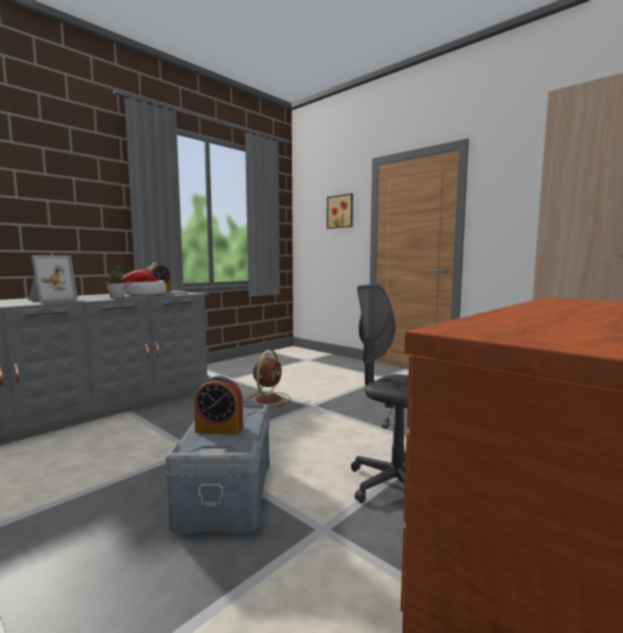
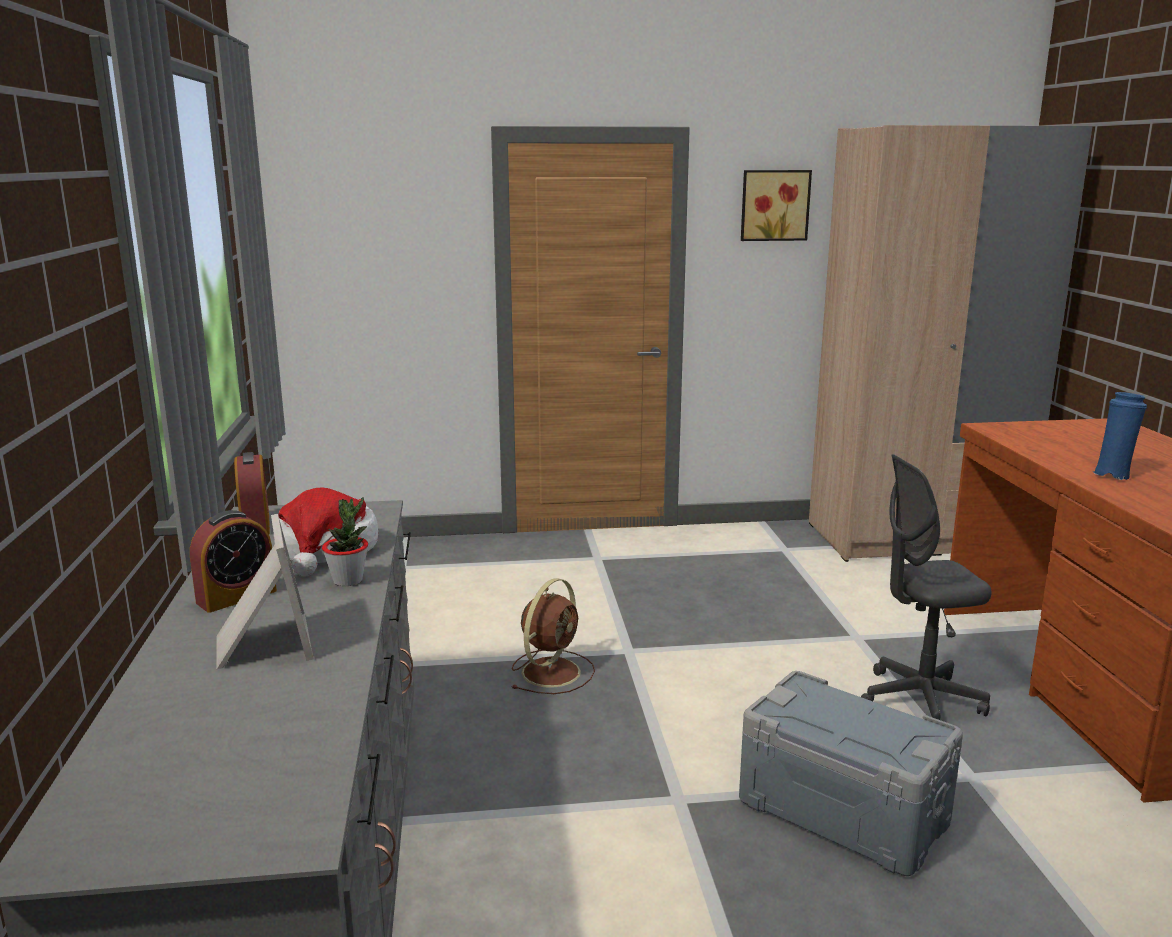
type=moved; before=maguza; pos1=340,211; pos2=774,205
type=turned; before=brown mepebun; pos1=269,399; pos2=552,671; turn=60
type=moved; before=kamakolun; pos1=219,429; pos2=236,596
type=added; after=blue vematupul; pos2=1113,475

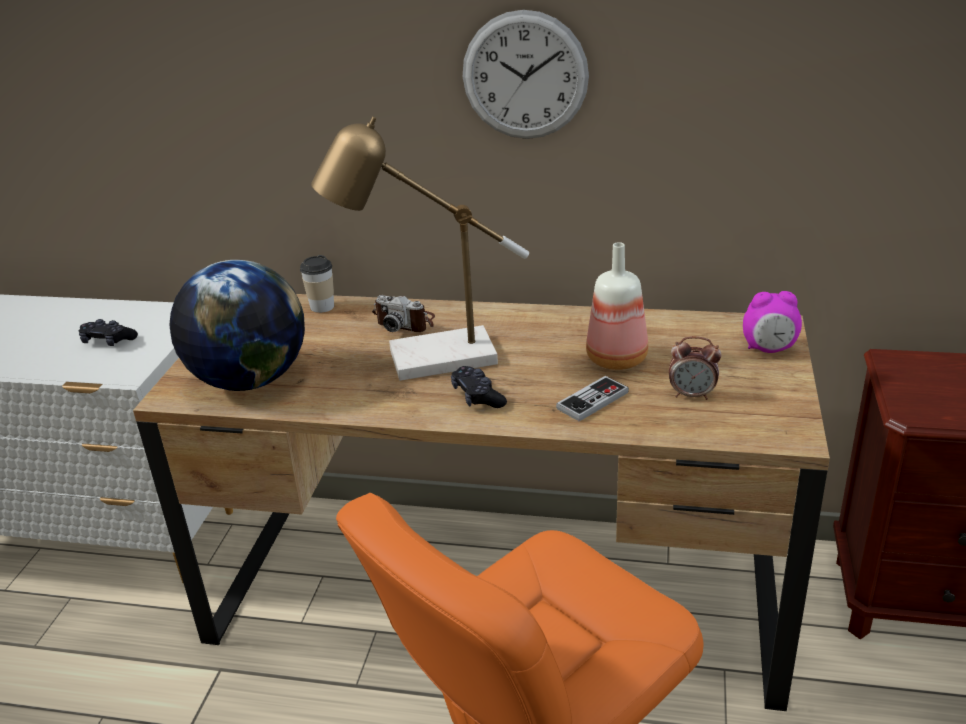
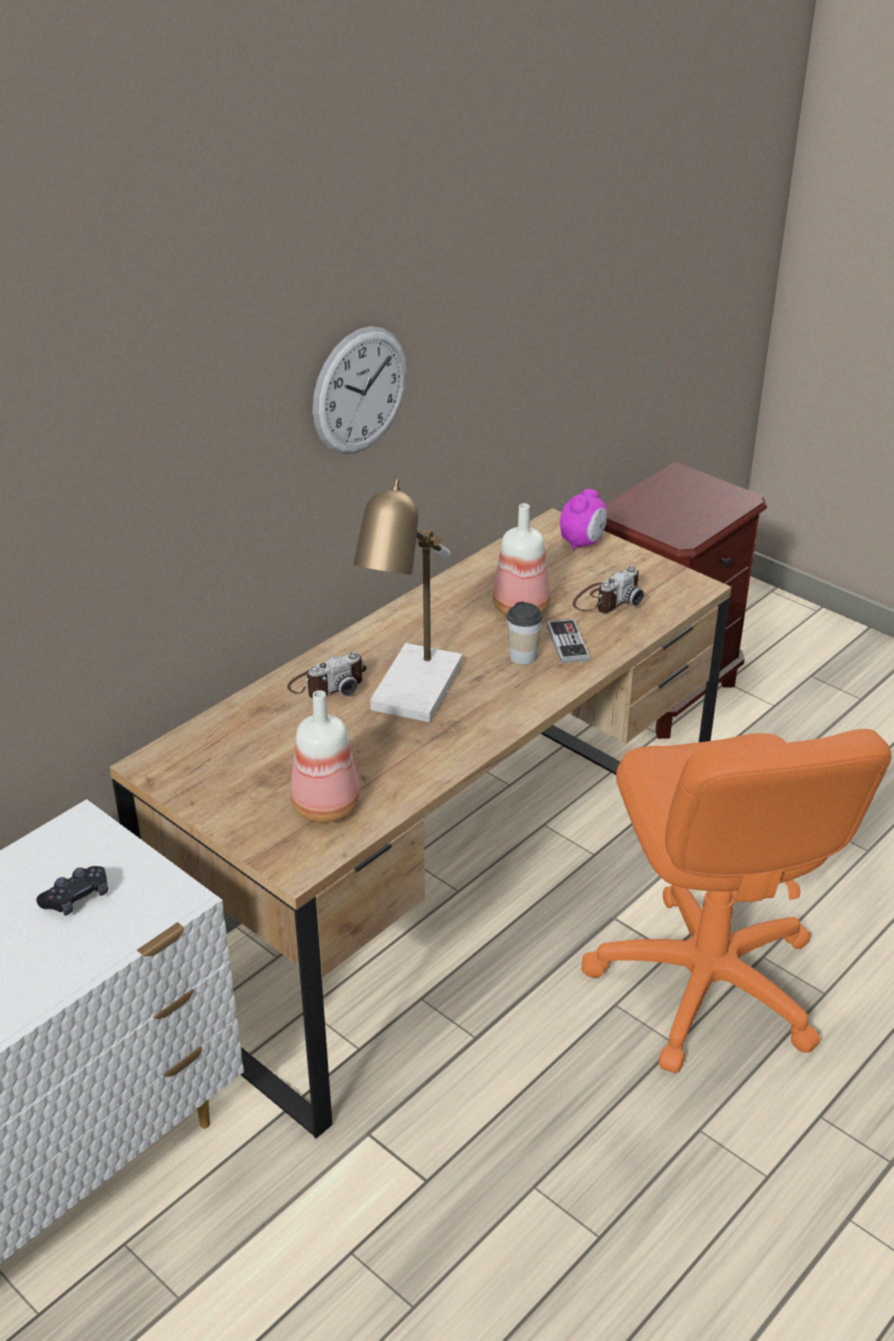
type=moved; before=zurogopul; pos1=322,307; pos2=523,656
type=replaced; before=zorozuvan; after=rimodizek; pos1=249,380; pos2=325,808
type=replaced; before=kamakolun; after=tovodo; pos1=692,395; pos2=606,600
type=removed; before=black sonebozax; pos1=477,396

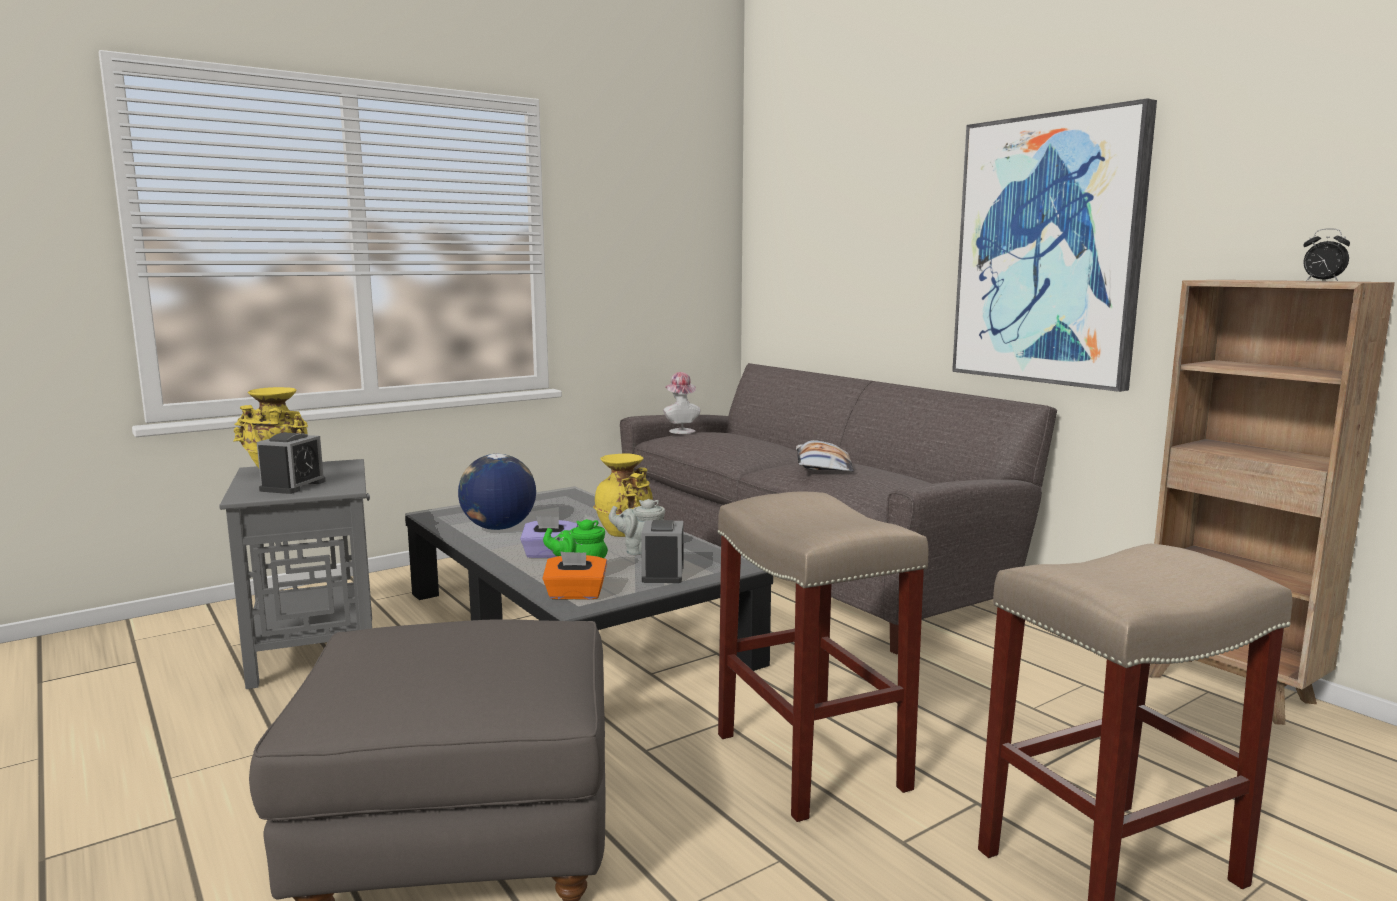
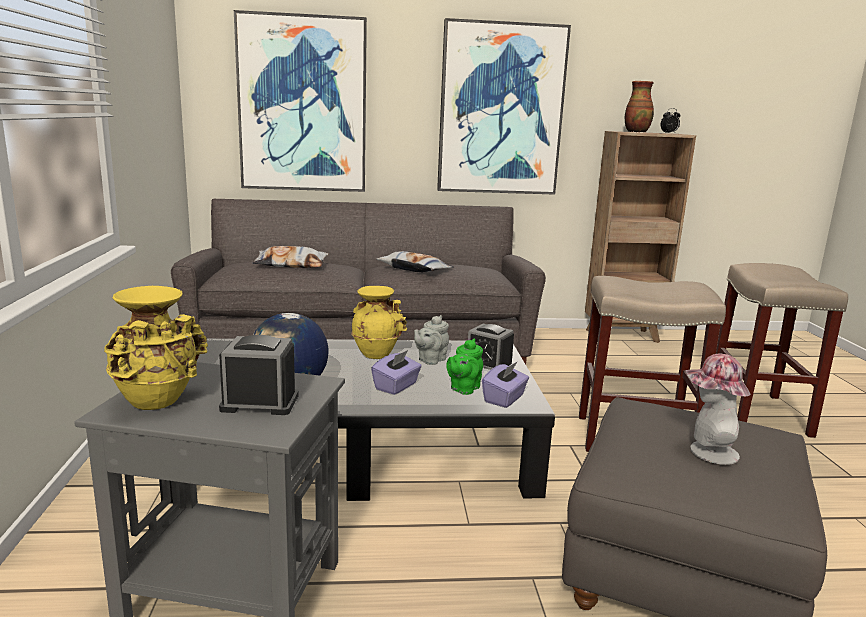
type=moved; before=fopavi; pos1=680,430; pos2=707,452
type=turned; before=kamakolun; pos1=293,486; pos2=260,403; turn=-45
type=recoloured; before=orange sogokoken; after=purple sogokoken; pos1=575,595; pos2=504,399
type=added; after=maguza; pos2=303,105
type=added; after=vematupul; pos2=636,132
type=added; after=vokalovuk; pos2=291,264

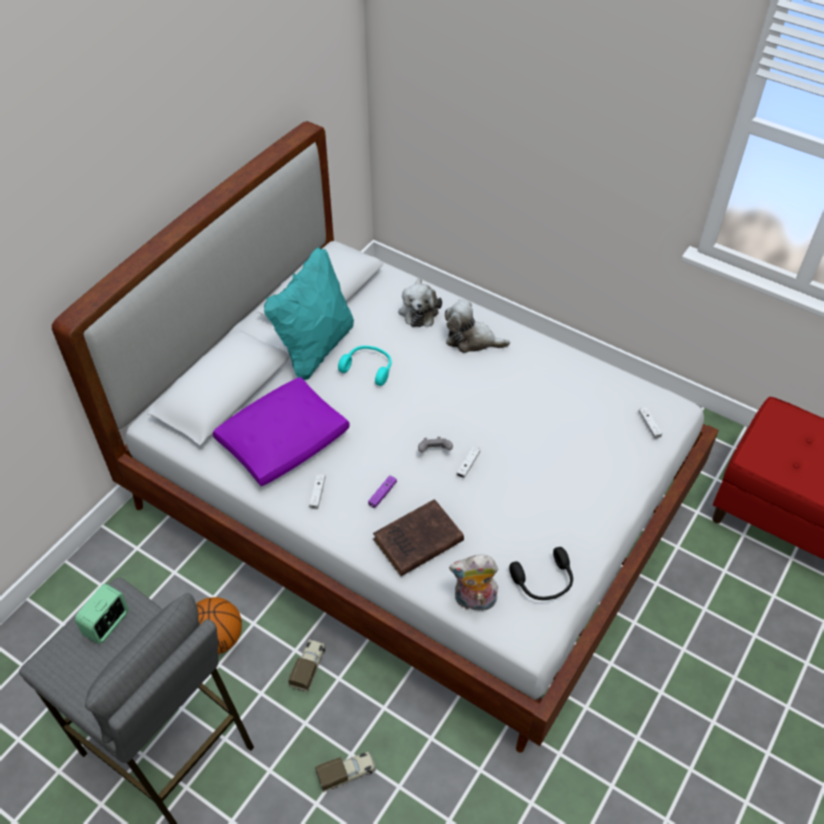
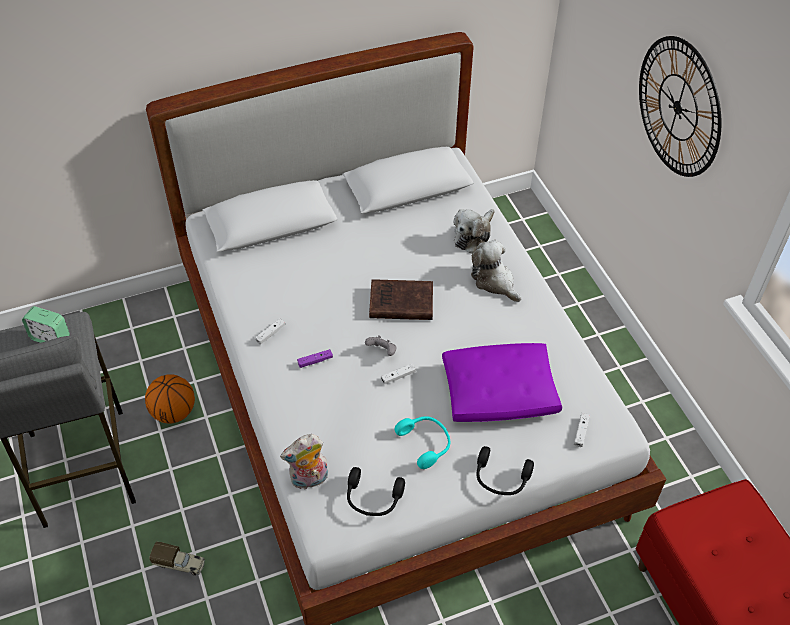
type=removed; before=turquoise vokalovuk; pos1=315,348
type=moved; before=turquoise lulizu; pos1=368,368; pos2=425,443
type=moved; before=purple vokalovuk; pos1=284,440; pos2=500,392
type=moved; before=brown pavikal; pos1=416,541; pos2=399,303
type=turned; before=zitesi; pos1=474,601; pos2=309,480; turn=-60
type=turned; before=kamakolun; pos1=107,624; pos2=50,338; turn=-135
type=removed; before=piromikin; pos1=309,667
type=added; after=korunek; pos2=678,107
type=added; after=black lulizu; pos2=501,478

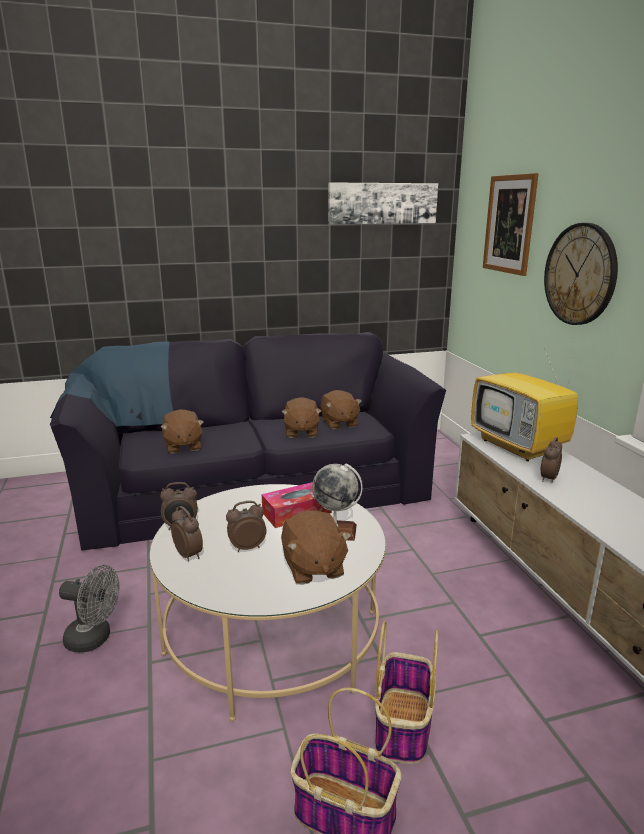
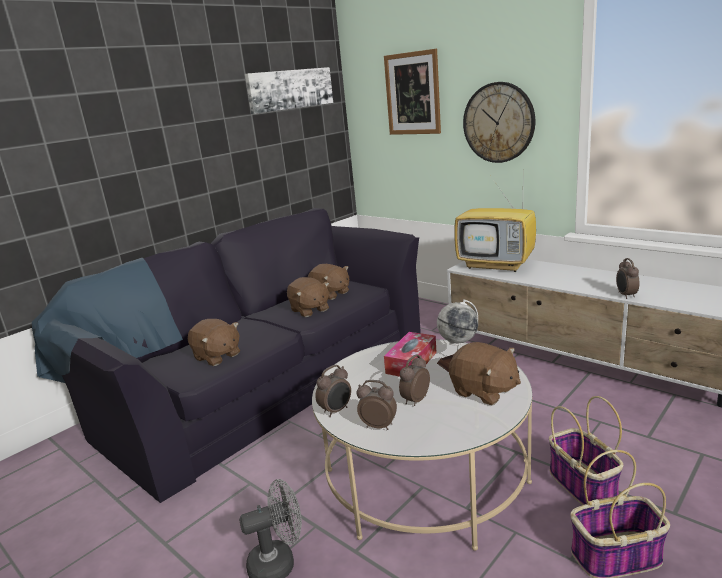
type=moved; before=kamakolun; pos1=548,479; pos2=625,295

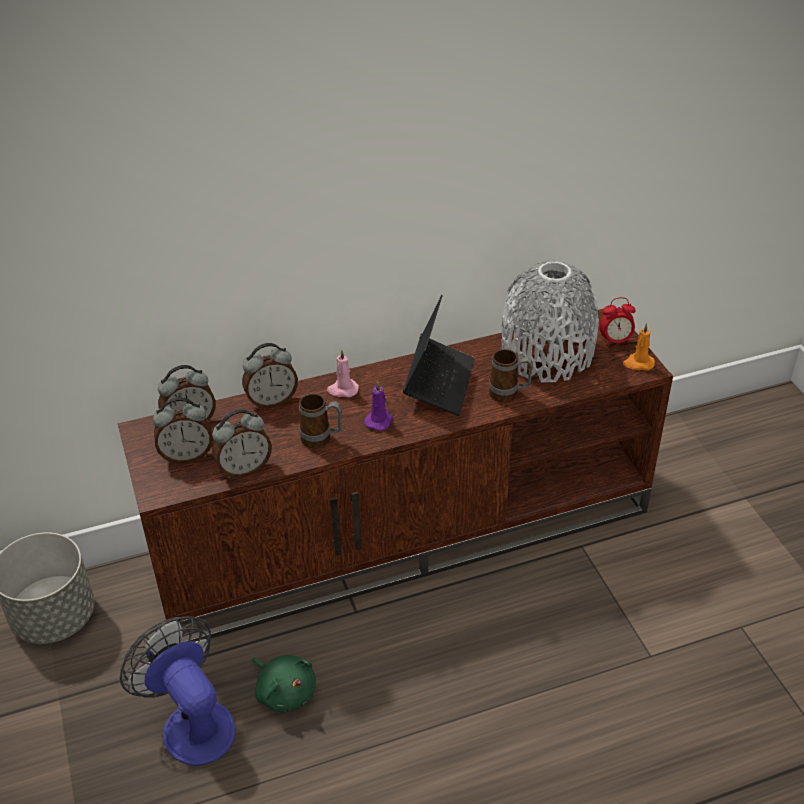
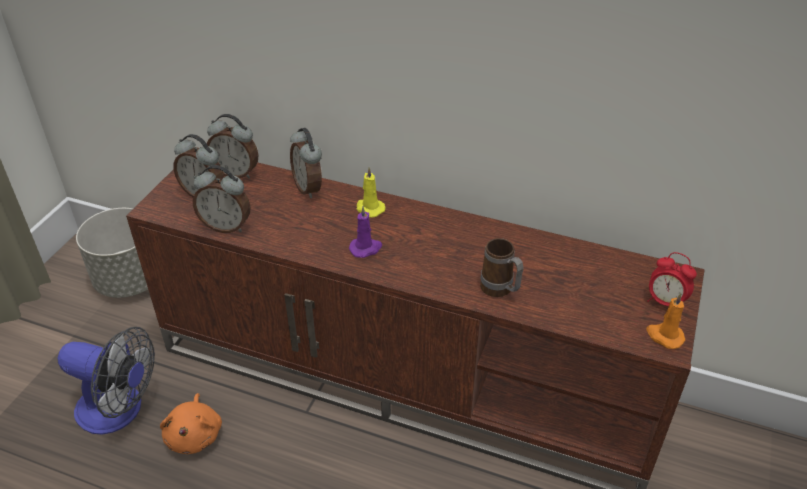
type=removed; before=grey vematupul; pos1=547,354
type=removed; before=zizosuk; pos1=439,383
type=turned; before=kamakolun; pos1=272,401; pos2=309,188; turn=45
type=recoloured; before=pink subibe; after=yellow subibe; pos1=342,390; pos2=369,208
type=removed; before=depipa; pos1=322,440
type=turned; before=mepebun; pos1=192,722; pos2=119,411; turn=105
type=recoloured; before=green zitesi; after=orange zitesi; pos1=284,691; pos2=195,435

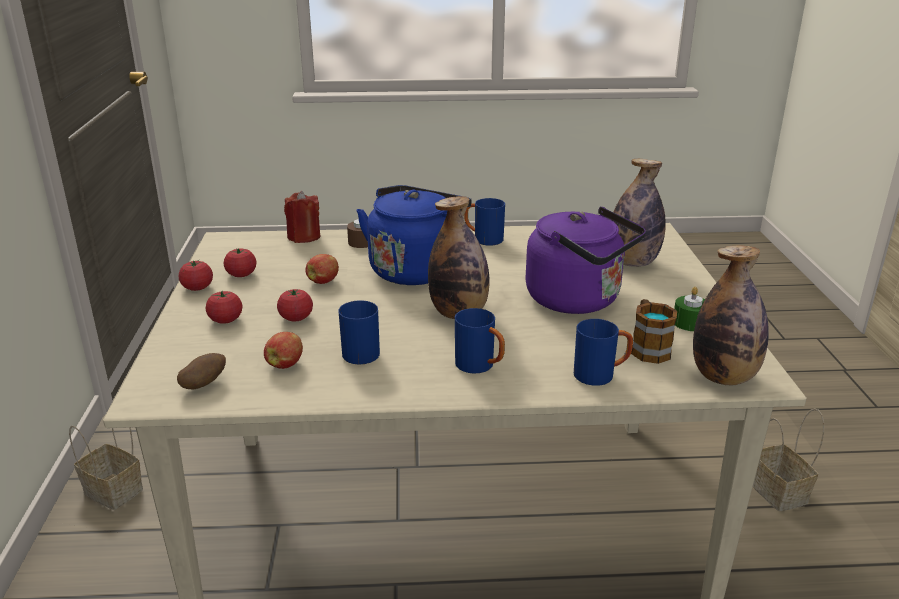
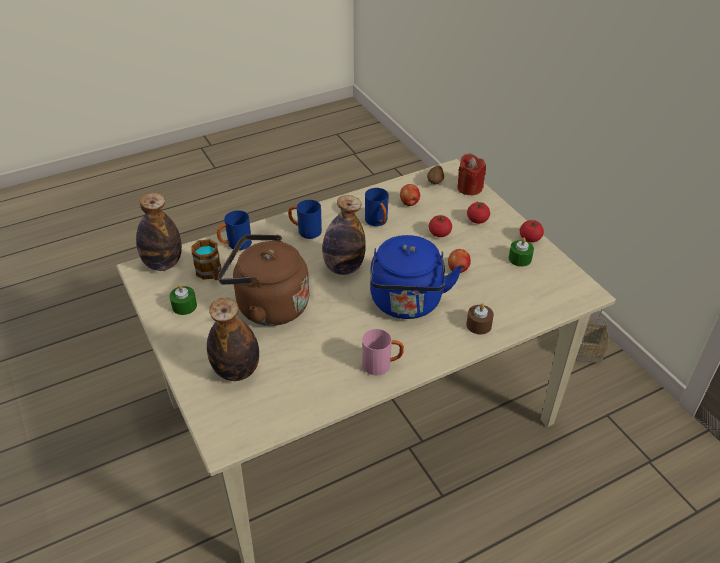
type=moved; before=red subibe; pos1=304,237; pos2=469,188
type=recoloured; before=blue depipa; after=pink depipa; pos1=483,239; pos2=382,365
type=recoloured; before=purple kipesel; after=brown kipesel; pos1=578,300; pos2=268,306
type=replaced; before=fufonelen; after=green subibe; pos1=241,274; pos2=520,259
type=removed; before=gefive; pos1=780,493

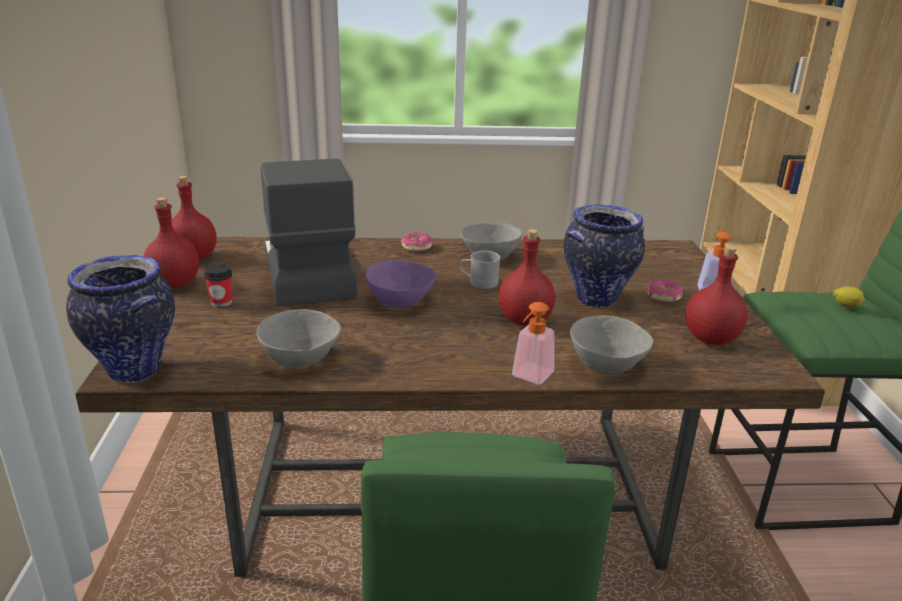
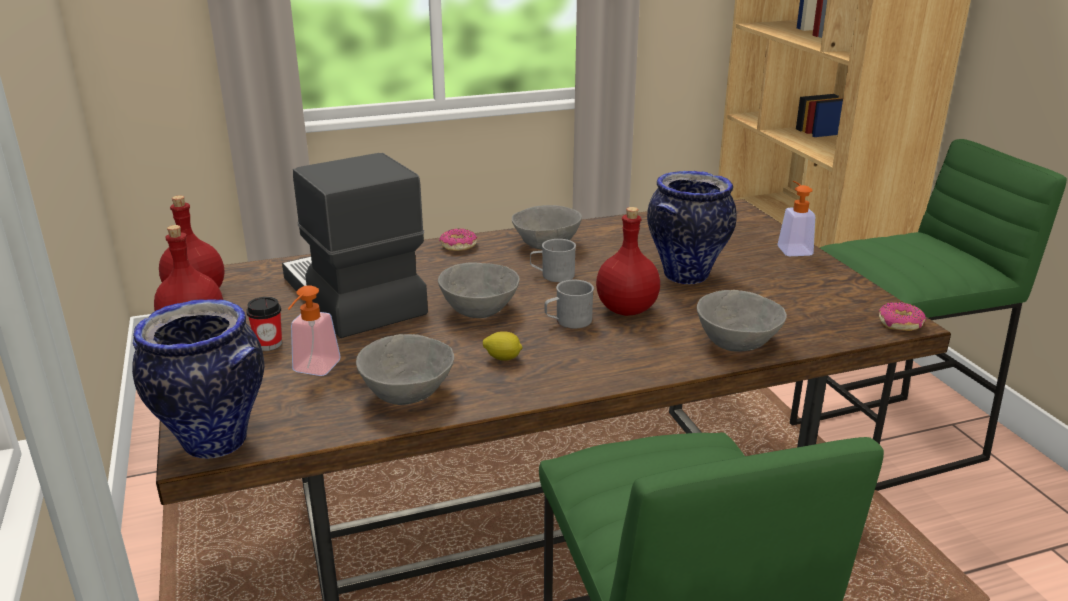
type=removed; before=red rimodizek; pos1=711,339
type=recoloured; before=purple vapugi; after=grey vapugi; pos1=400,301; pos2=480,310
type=moved; before=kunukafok; pos1=664,296; pos2=900,323
type=moved; before=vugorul; pos1=845,306; pos2=503,358
type=moved; before=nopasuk; pos1=529,378; pos2=313,370
type=added; after=grey depipa; pos2=568,321

